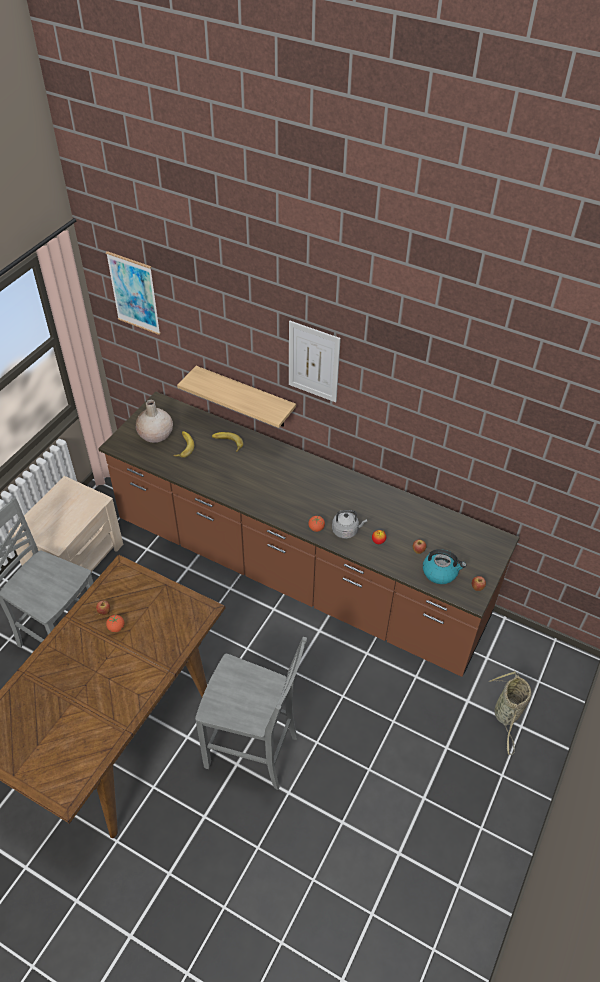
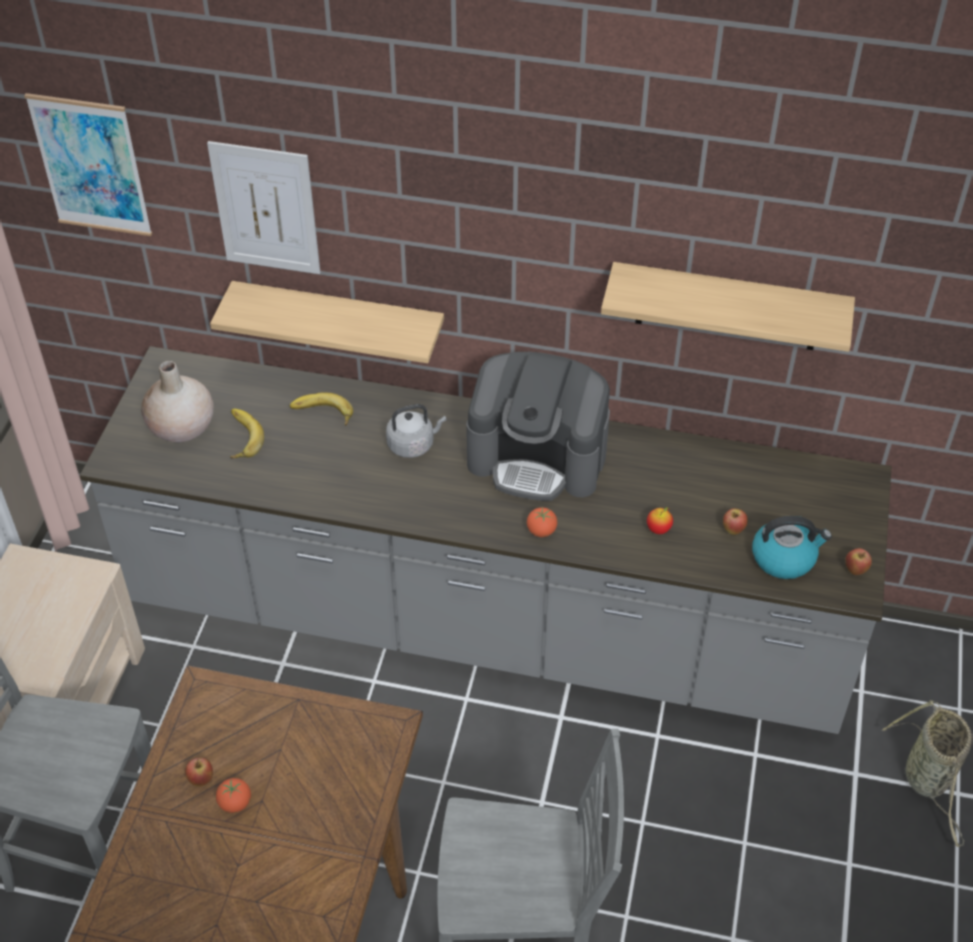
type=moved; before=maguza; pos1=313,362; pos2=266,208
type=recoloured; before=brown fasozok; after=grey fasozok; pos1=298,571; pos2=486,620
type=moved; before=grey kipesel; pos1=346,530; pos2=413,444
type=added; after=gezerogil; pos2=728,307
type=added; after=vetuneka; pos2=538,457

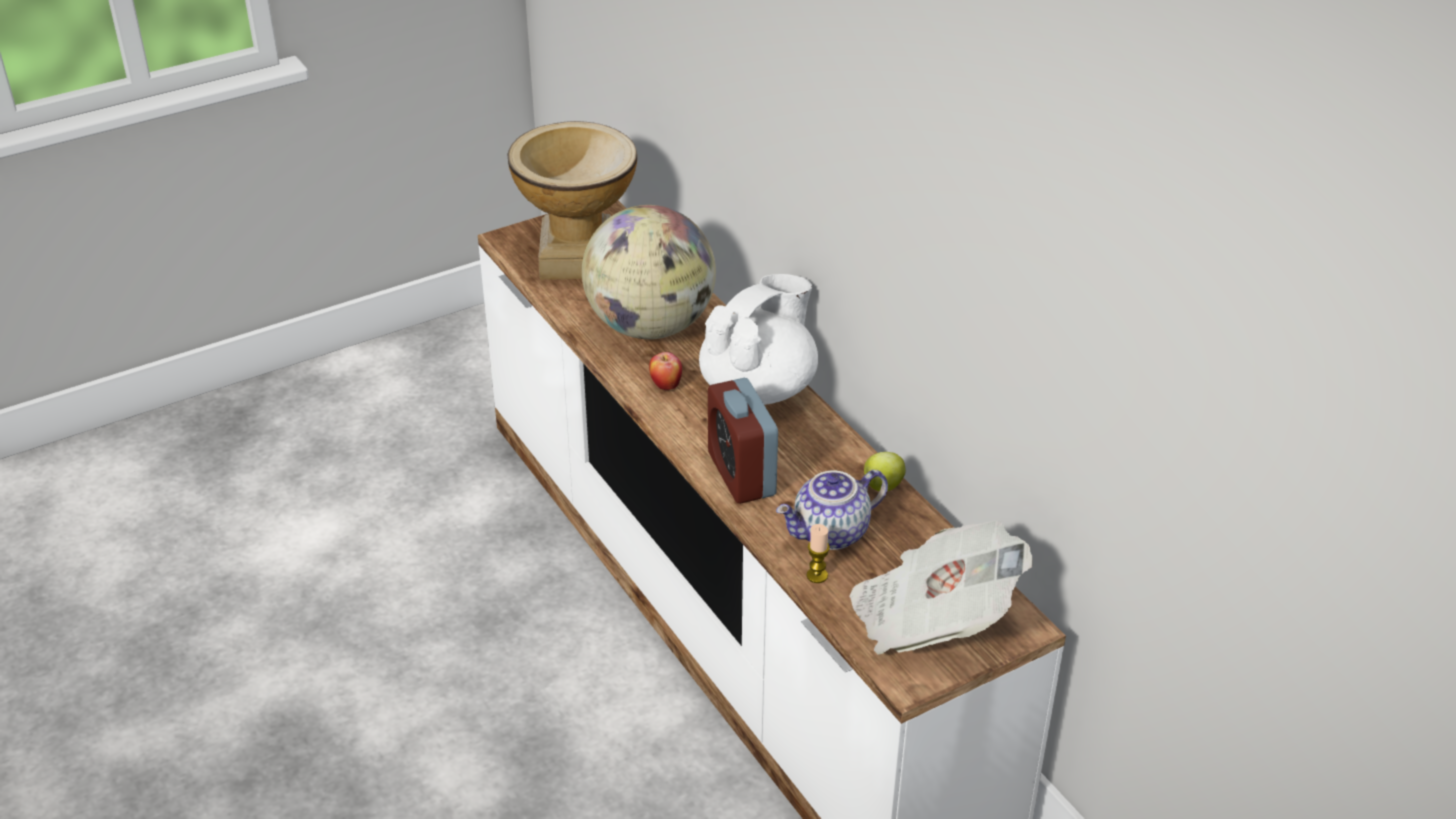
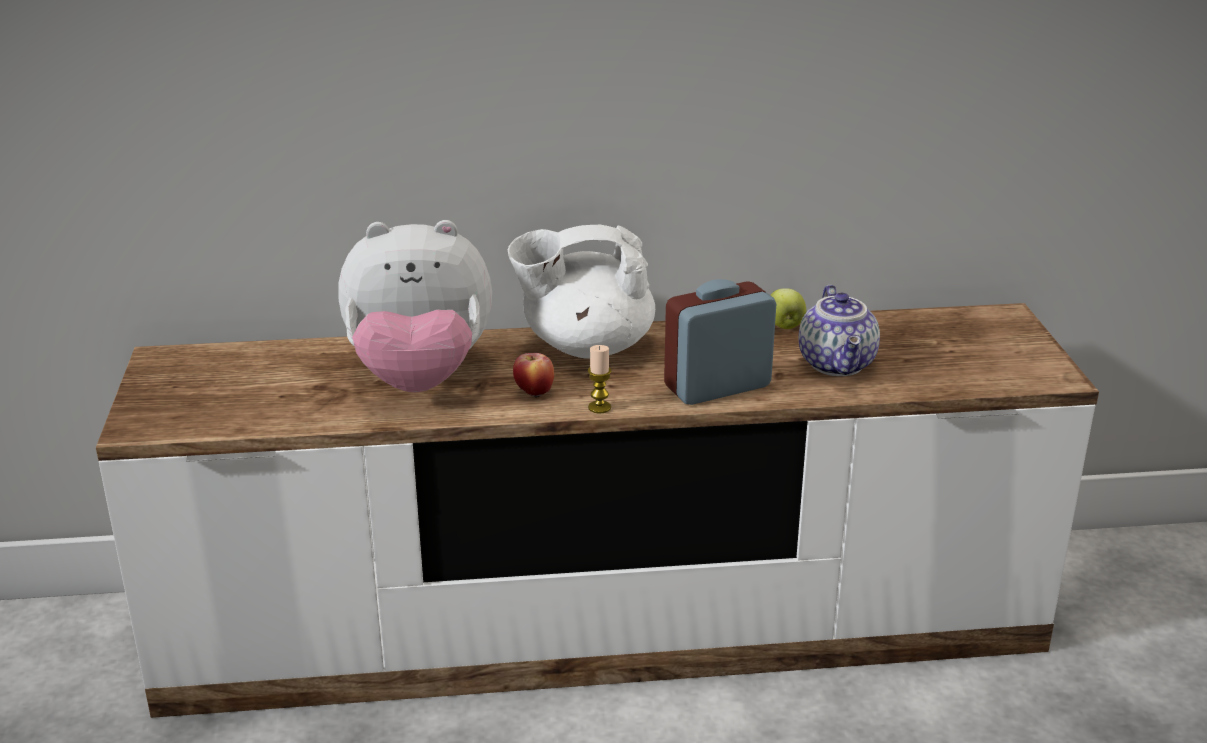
type=removed; before=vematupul; pos1=578,258
type=replaced; before=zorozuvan; after=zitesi; pos1=650,326; pos2=419,378
type=turned; before=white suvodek; pos1=759,388; pos2=585,346; turn=-75
type=turned; before=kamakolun; pos1=741,474; pos2=717,386; turn=150
type=removed; before=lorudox; pos1=932,619
type=moved; before=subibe; pos1=817,575; pos2=599,407

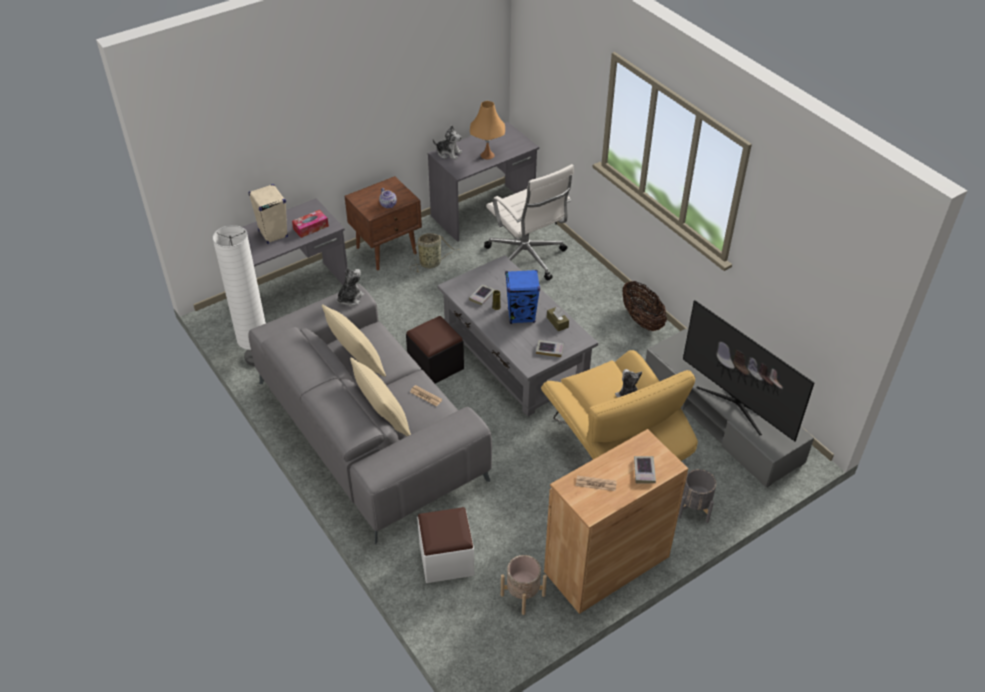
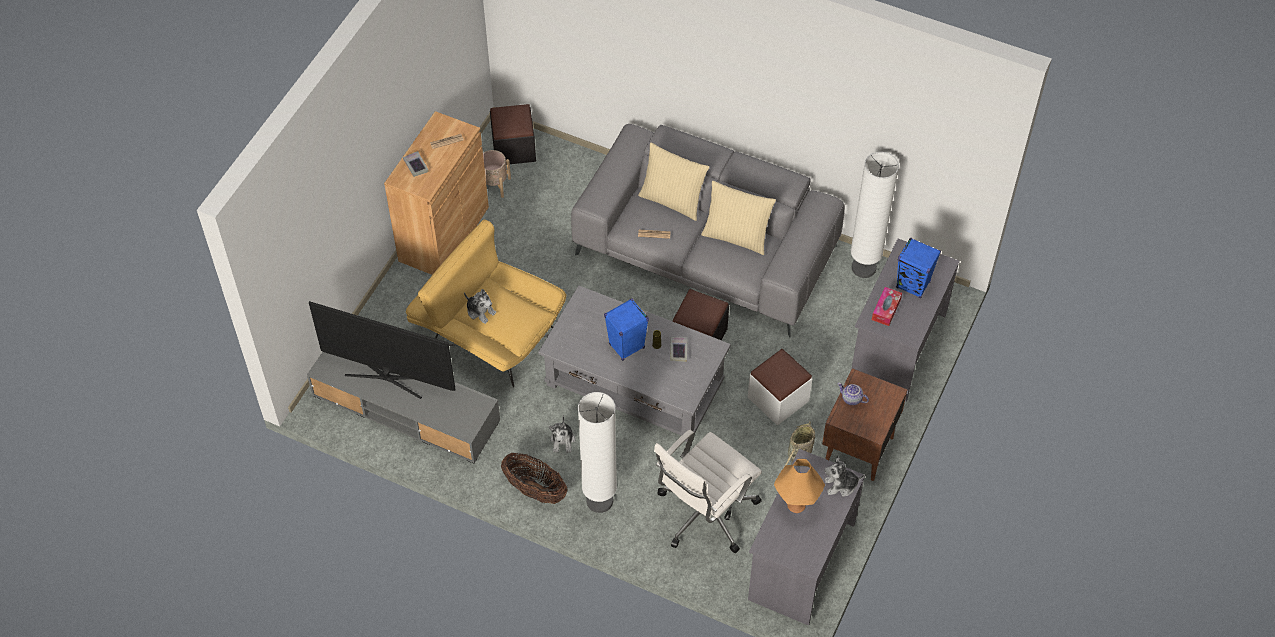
type=turned; before=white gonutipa; pos1=526,258; pos2=704,514; turn=-75
type=recoloured; before=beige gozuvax; after=blue gozuvax; pos1=273,234; pos2=913,285
type=moved; before=zitesi; pos1=350,298; pos2=563,440
type=removed; before=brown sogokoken; pos1=557,322
type=removed; before=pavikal; pos1=549,350
type=removed; before=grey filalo; pos1=694,508
type=moved; before=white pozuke; pos1=446,559; pos2=778,399
type=added; after=black pozuke; pos2=514,148
type=added; after=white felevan; pos2=599,501

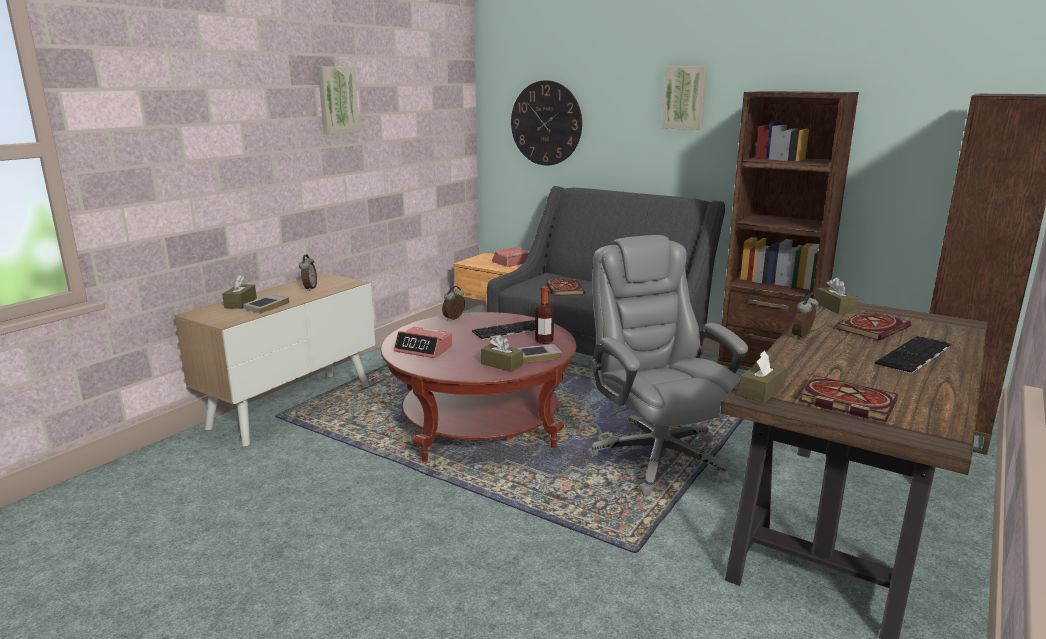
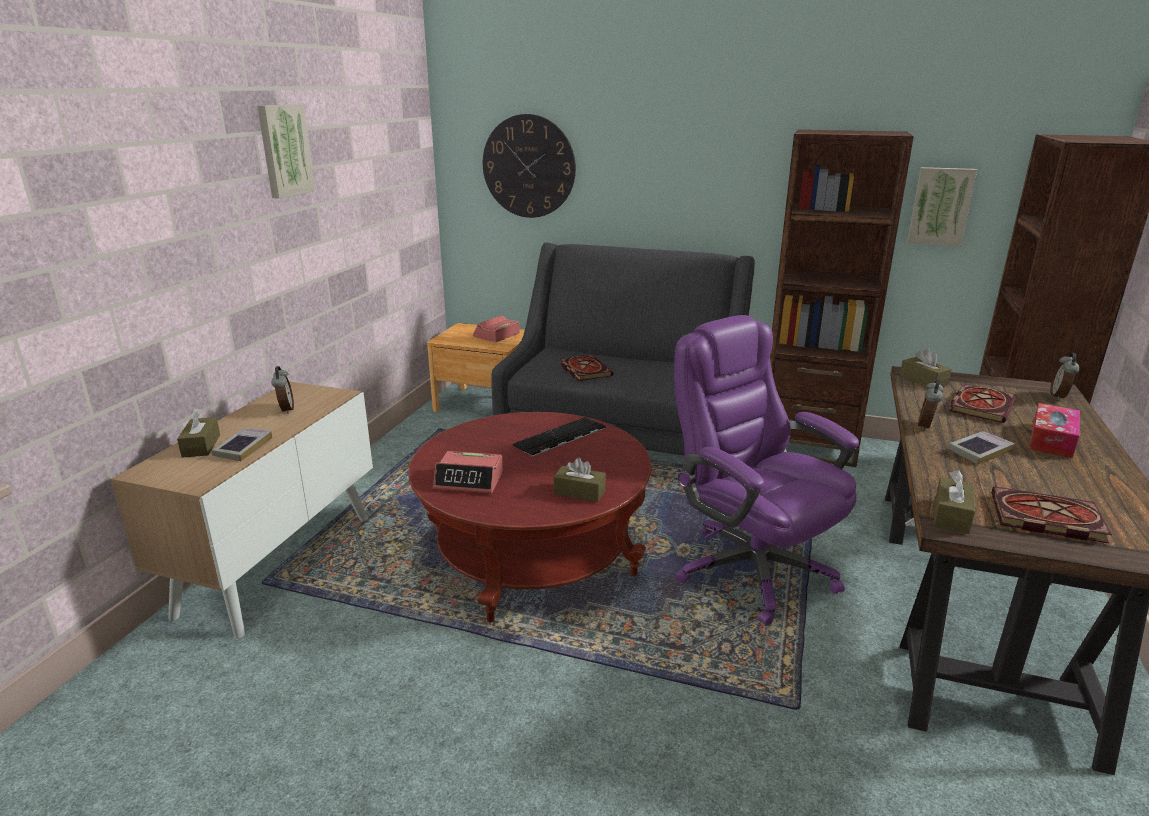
type=moved; before=maguza; pos1=684,98; pos2=940,206
type=recoloured; before=grey gonutipa; after=purple gonutipa; pos1=657,456; pos2=751,568
type=moved; before=kamakolun; pos1=454,319; pos2=1059,397
type=removed; before=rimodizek; pos1=544,341
type=replaced; before=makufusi; after=sogokoken; pos1=914,355; pos2=1051,440
type=moved; before=pavikal; pos1=538,356; pos2=979,451

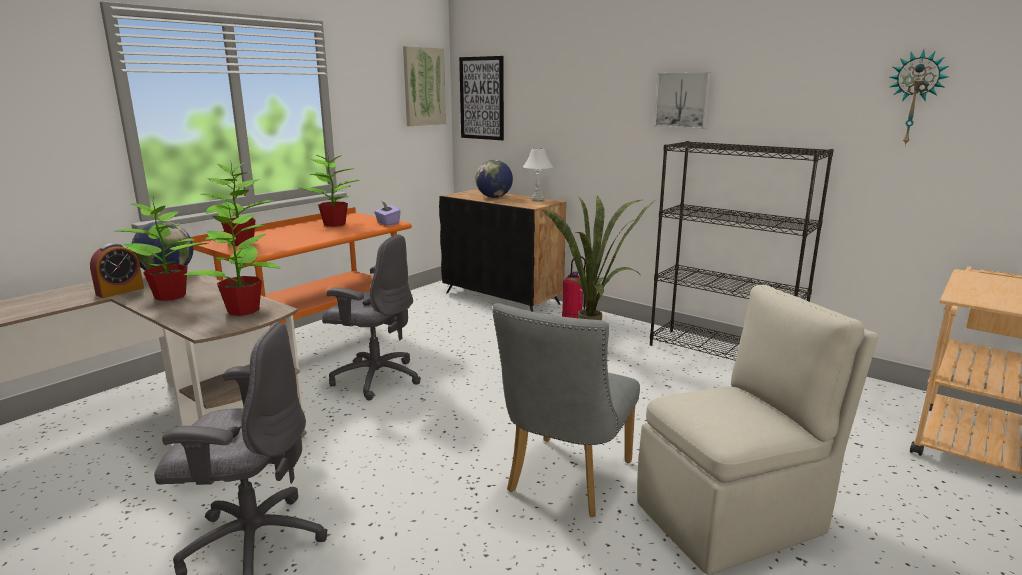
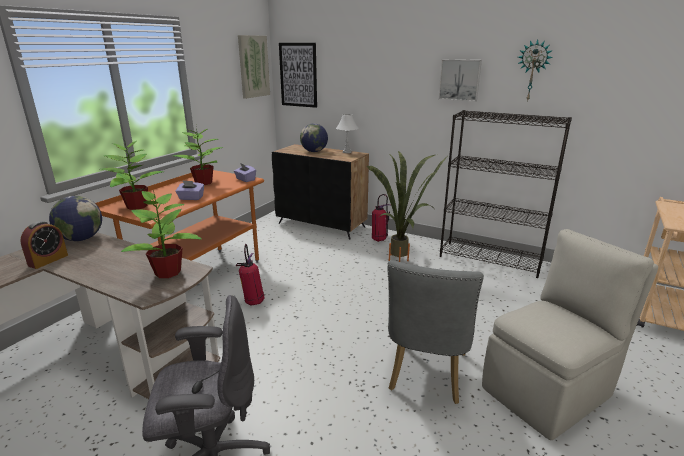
type=moved; before=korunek; pos1=914,98; pos2=532,71
type=removed; before=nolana; pos1=171,296
type=replaced; before=grey gonutipa; after=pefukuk; pos1=375,378; pos2=253,302
type=added; after=purple sogokoken; pos2=191,198

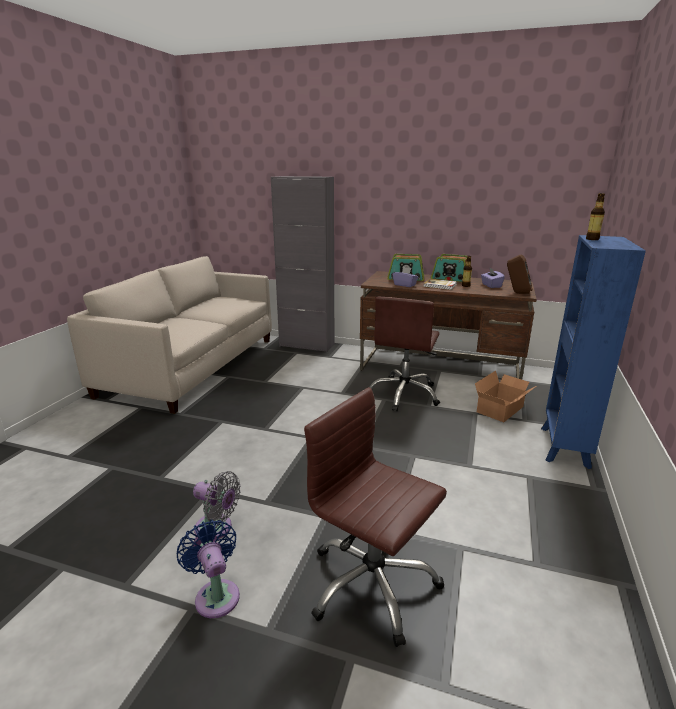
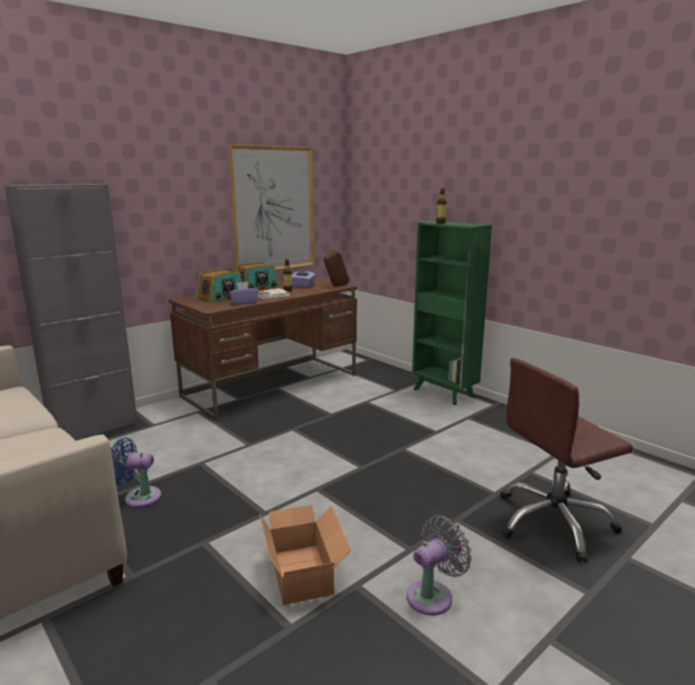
type=recoloured; before=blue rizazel; after=green rizazel; pos1=564,448; pos2=444,393
type=removed; before=brown gonutipa; pos1=404,394
type=moved; before=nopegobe; pos1=502,409; pos2=304,571
type=moved; before=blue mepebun; pos1=216,594; pos2=139,497
type=added; after=maguza; pos2=273,209

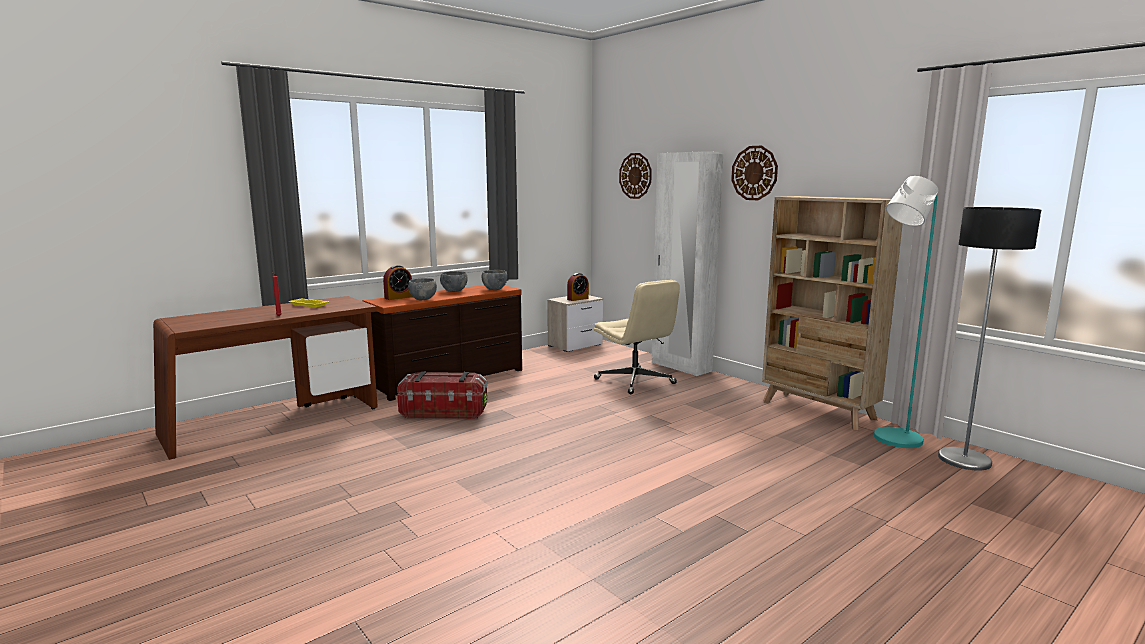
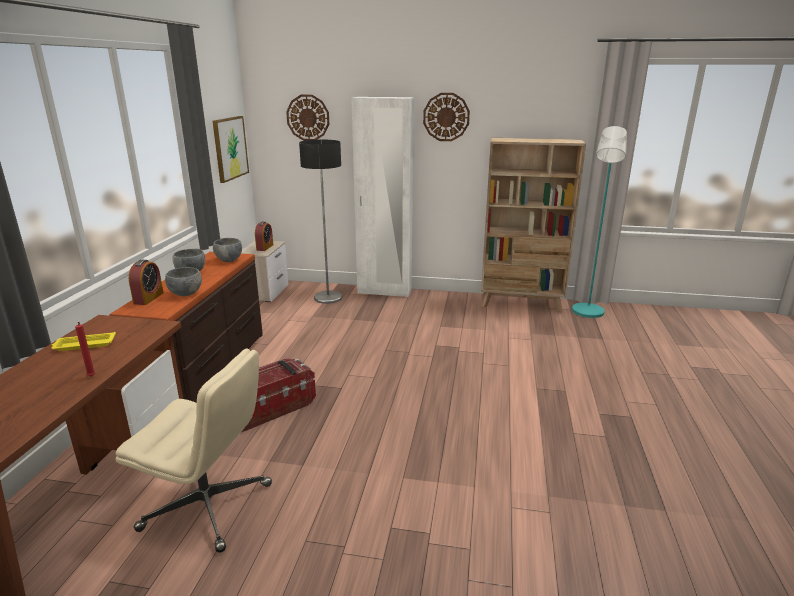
type=moved; before=felevan; pos1=964,460; pos2=328,297
type=moved; before=beige gonutipa; pos1=635,381; pos2=209,506
type=added; after=maguza; pos2=230,148

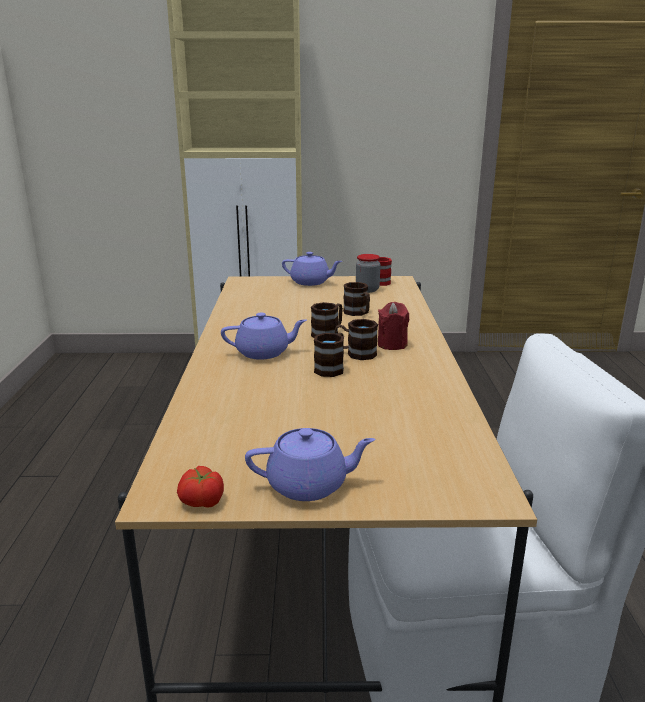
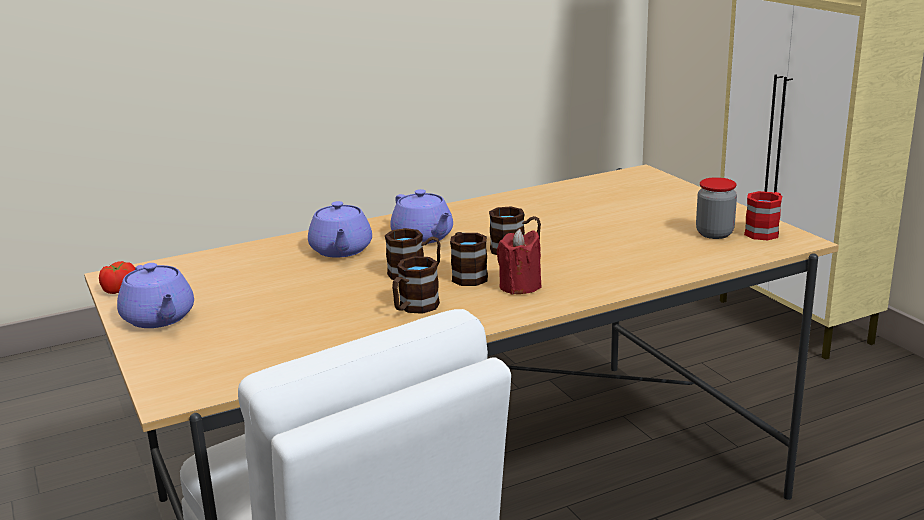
type=moved; before=purple suvodek; pos1=311,282; pos2=341,250
type=moved; before=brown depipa; pos1=358,313; pos2=414,308

